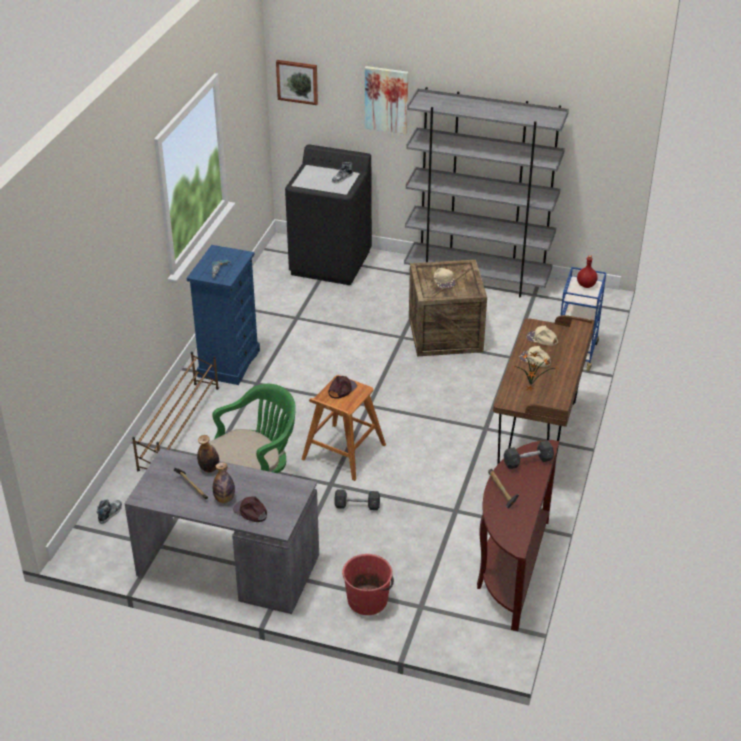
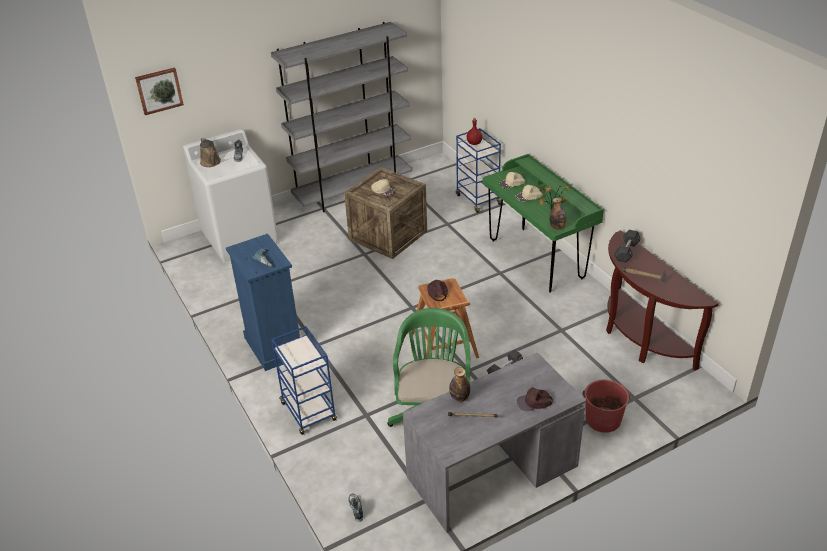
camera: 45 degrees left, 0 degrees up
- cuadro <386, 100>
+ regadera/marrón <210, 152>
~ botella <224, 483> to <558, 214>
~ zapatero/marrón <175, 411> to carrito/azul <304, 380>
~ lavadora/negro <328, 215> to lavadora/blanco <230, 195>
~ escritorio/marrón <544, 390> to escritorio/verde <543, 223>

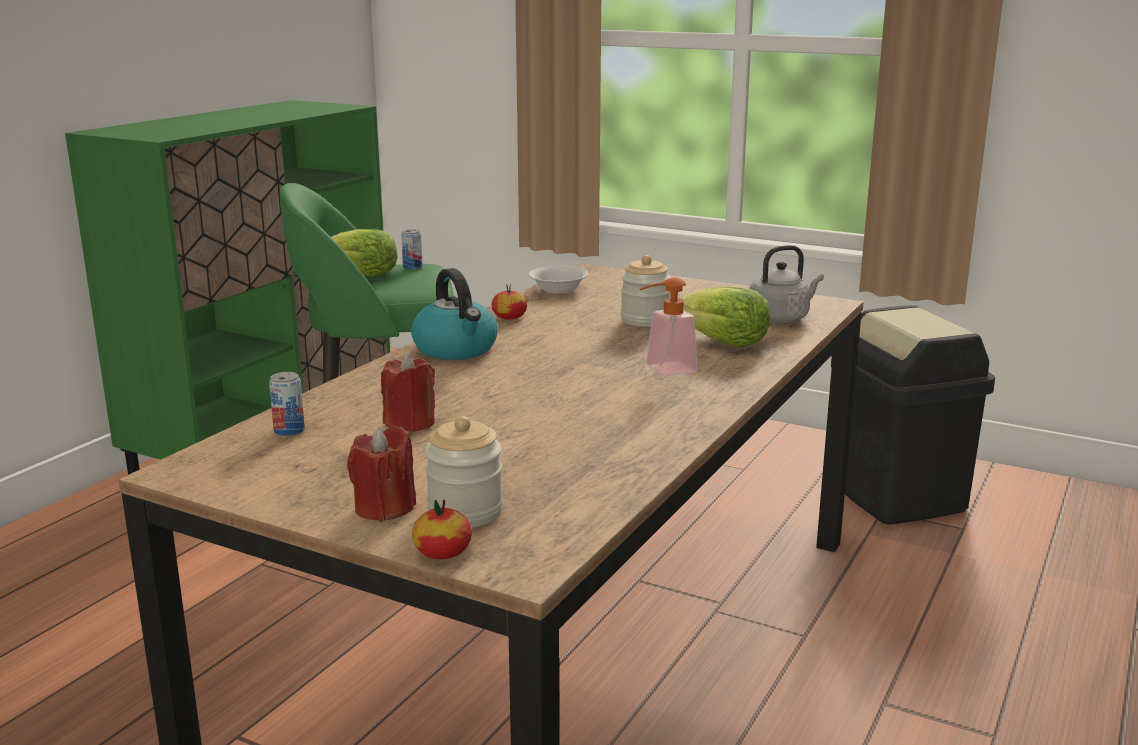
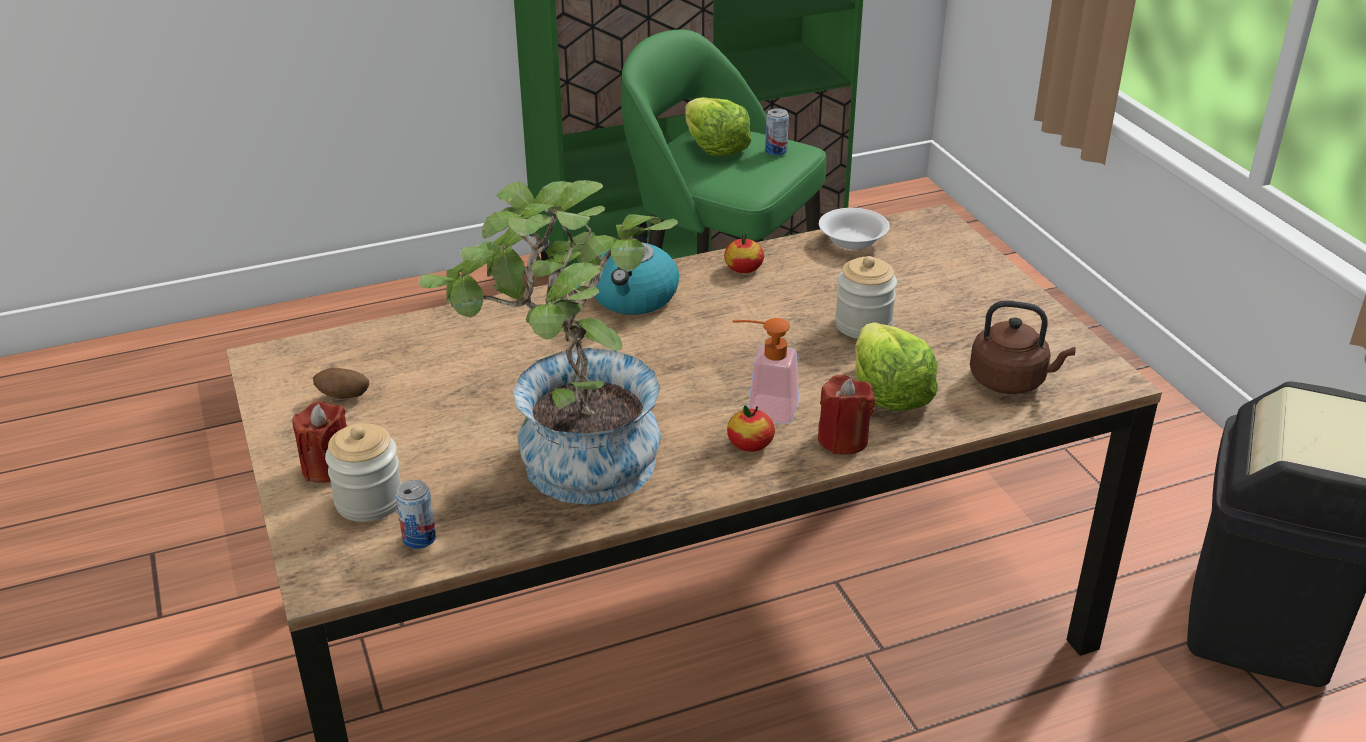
camera: 40 degrees right, 15 degrees up
+ patata <341, 383>
+ planta en maceta <548, 342>
~ lata <287, 404> to <416, 514>
~ vela/rojo <408, 393> to <846, 415>
~ manzana <442, 529> to <751, 428>
~ hervidor/gris <786, 284> to hervidor/marrón <1023, 347>

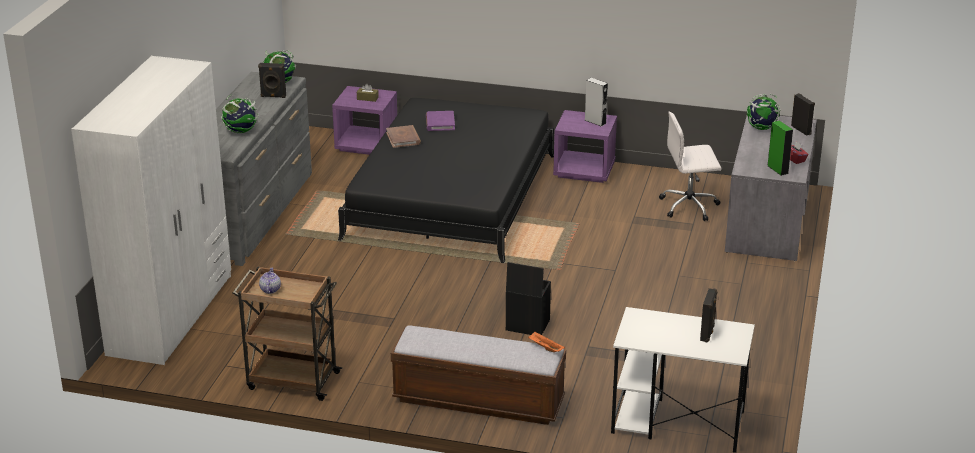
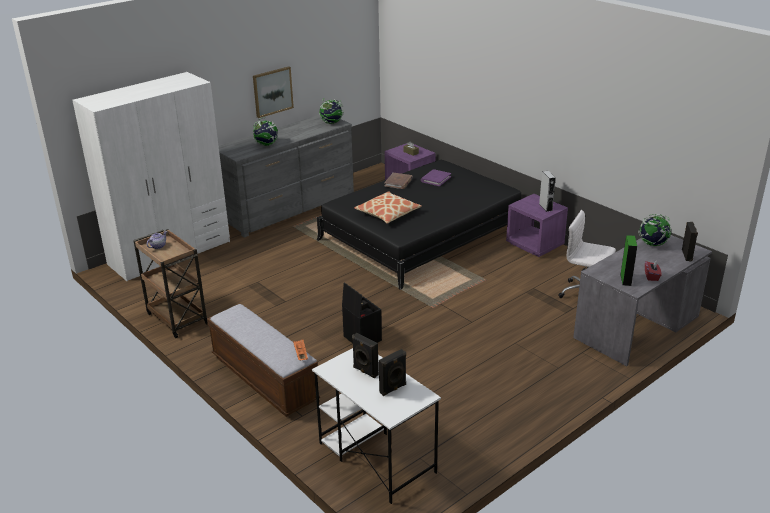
camera: 35 degrees right, 0 degrees up
+ cuadro <273, 92>
+ cojín <388, 207>
~ altavoz/negro <272, 80> to <365, 356>

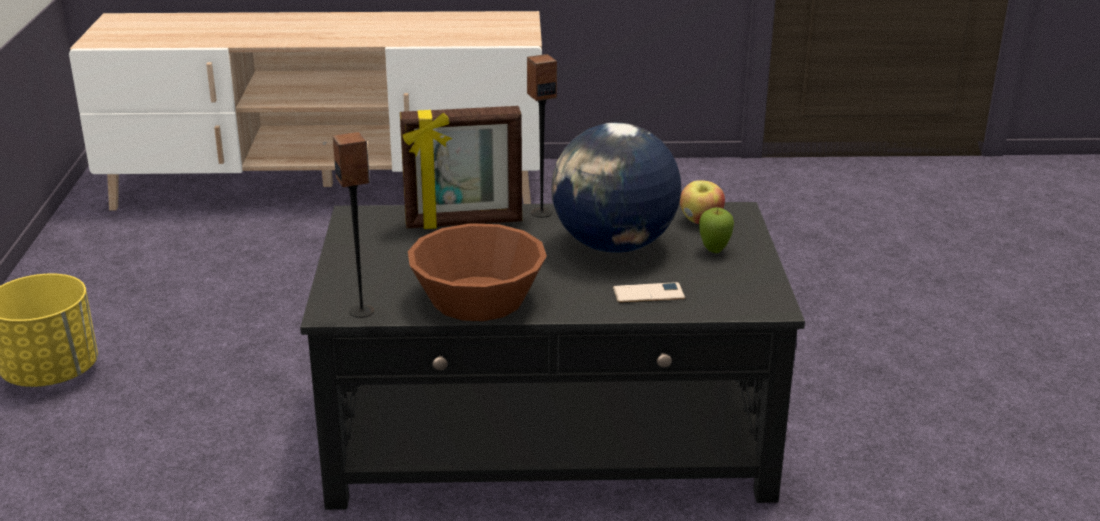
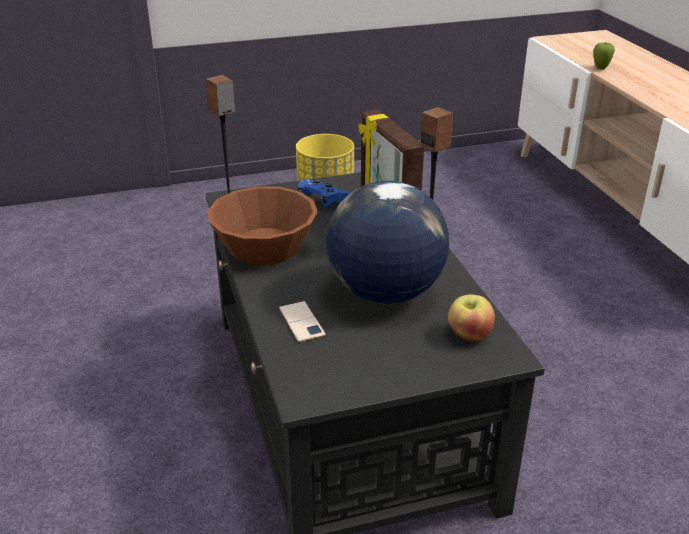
camera: 75 degrees right, 5 degrees up
+ mando de consola/azul <322, 193>
~ manzana <716, 230> to <604, 56>

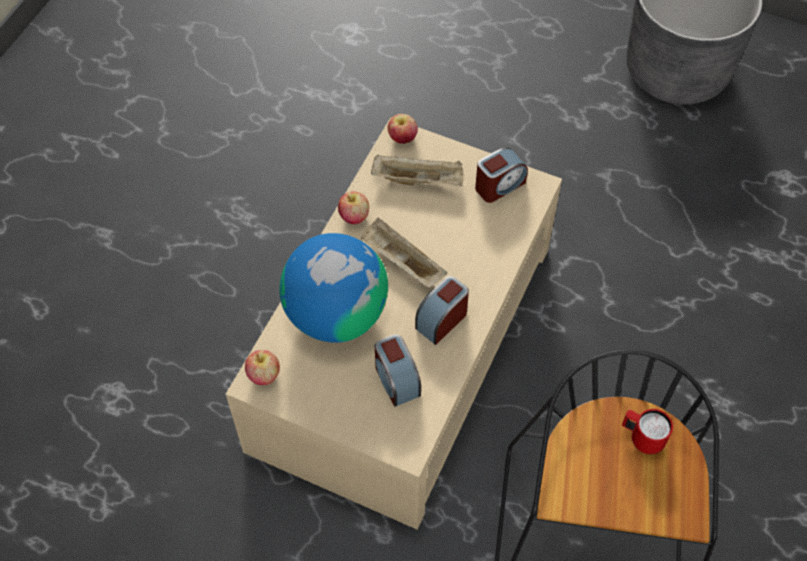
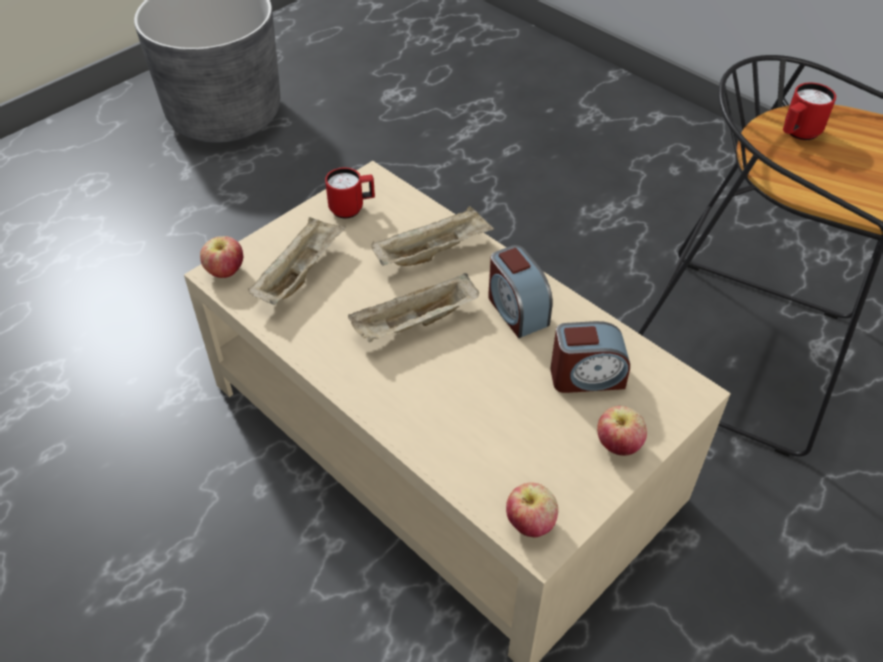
camera: 70 degrees left, 10 degrees down
- globo terráqueo <333, 288>
+ bandeja/beis <432, 236>
~ manzana <353, 207> to <622, 431>
~ despertador <501, 175> to taza grande/rojo <350, 192>

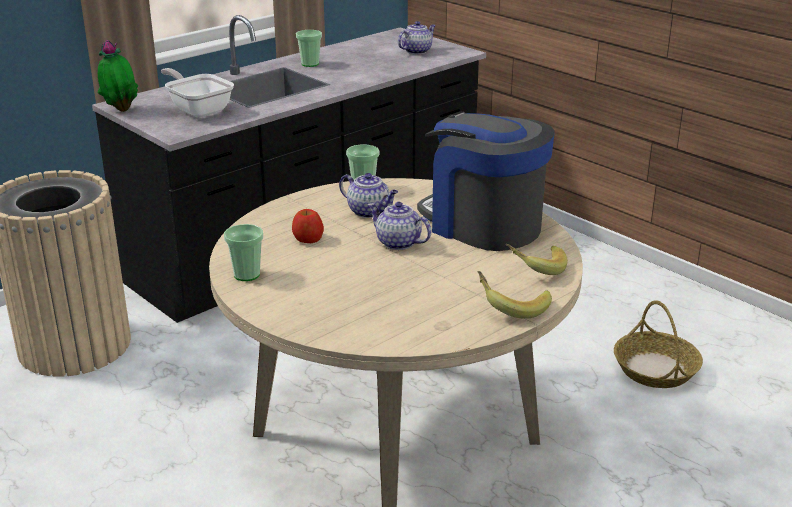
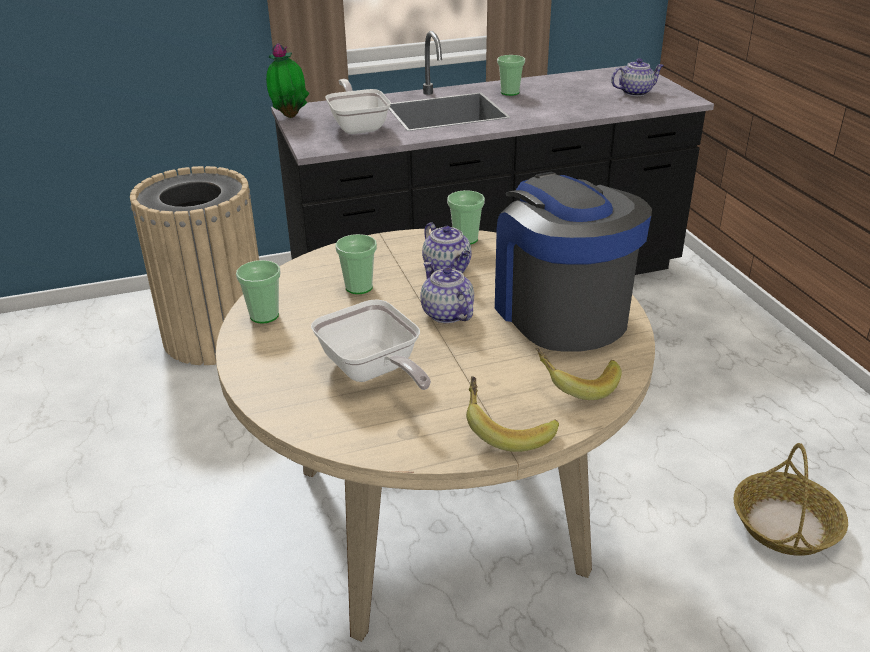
camera: 25 degrees right, 5 degrees up
+ sartén <371, 345>
~ manzana <308, 226> to taza <356, 264>

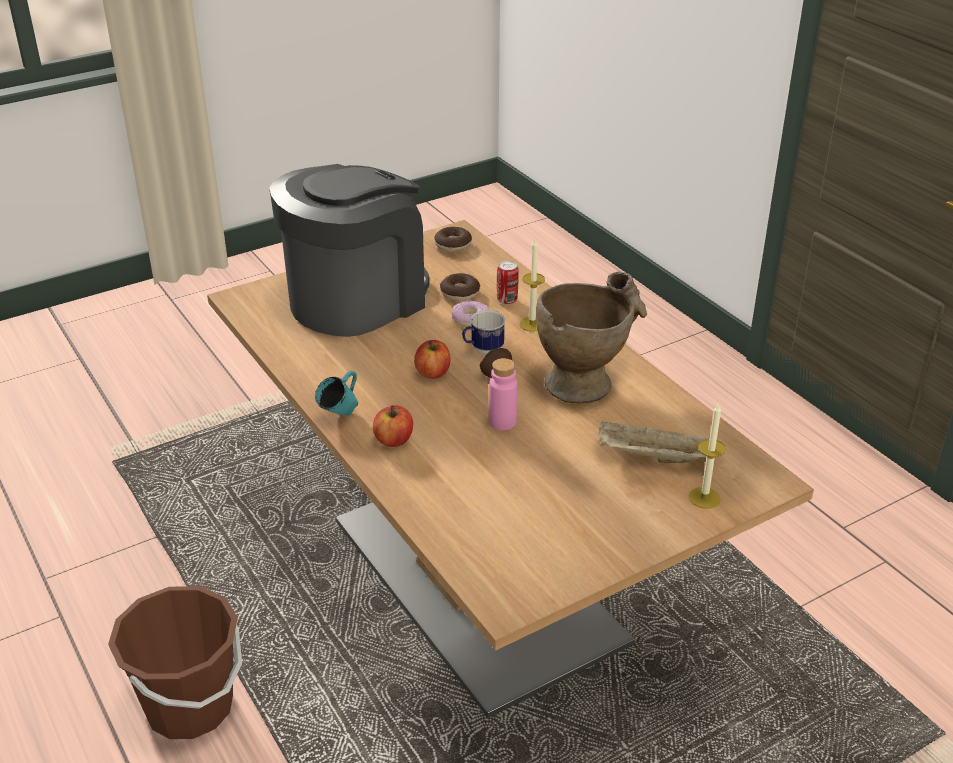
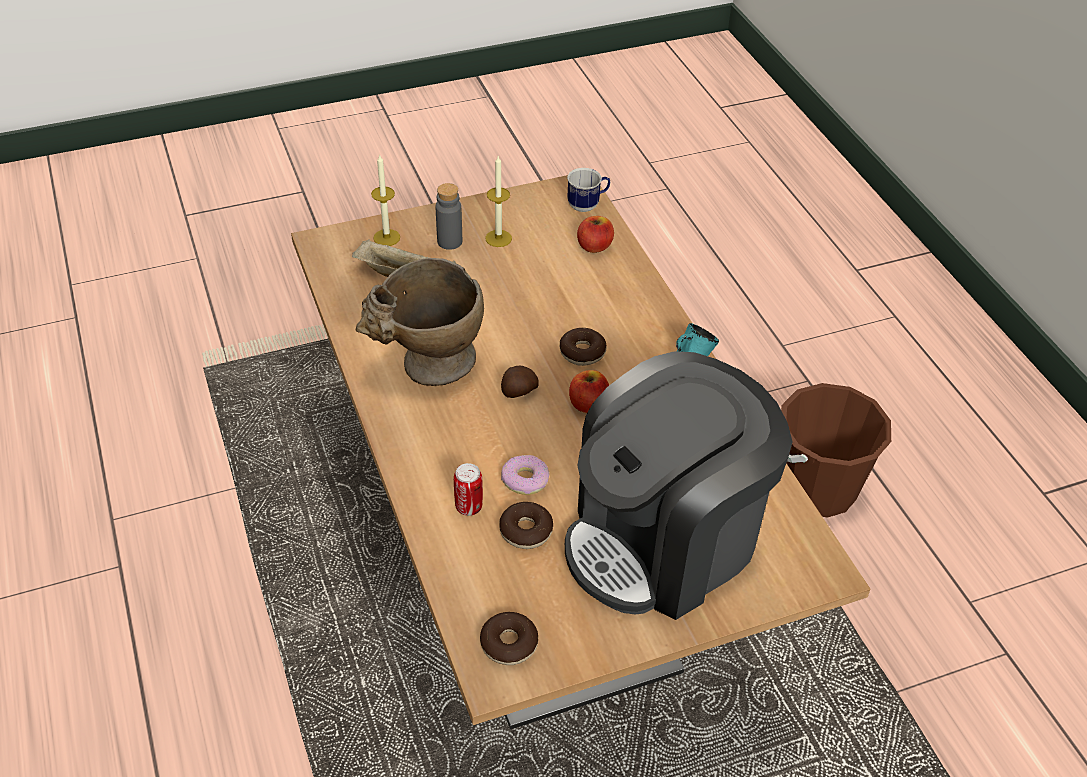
camera: 170 degrees left, 10 degrees up
- botella/rosa <503, 394>
+ botella/gris <449, 216>
+ rosquilla <583, 347>
~ manzana <393, 426> to <595, 234>
~ taza grande <484, 332> to <588, 190>
~ vela <532, 286> to <498, 201>

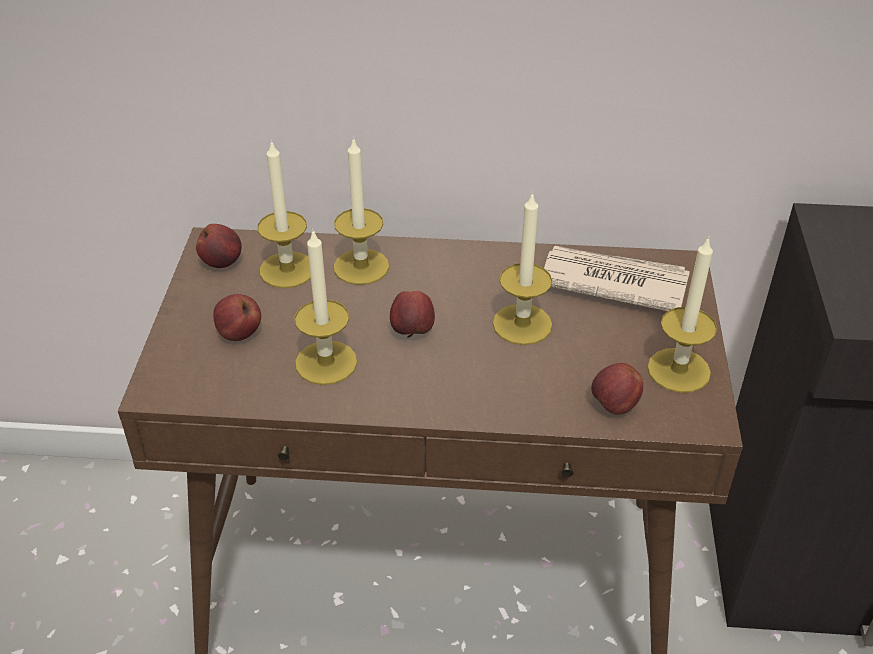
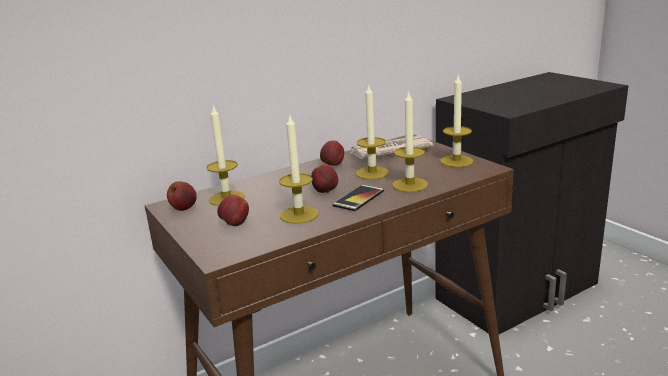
camera: 35 degrees left, 20 degrees down
+ móvil <358, 198>
~ vela <361, 211> to <410, 141>
~ manzana <617, 389> to <332, 153>

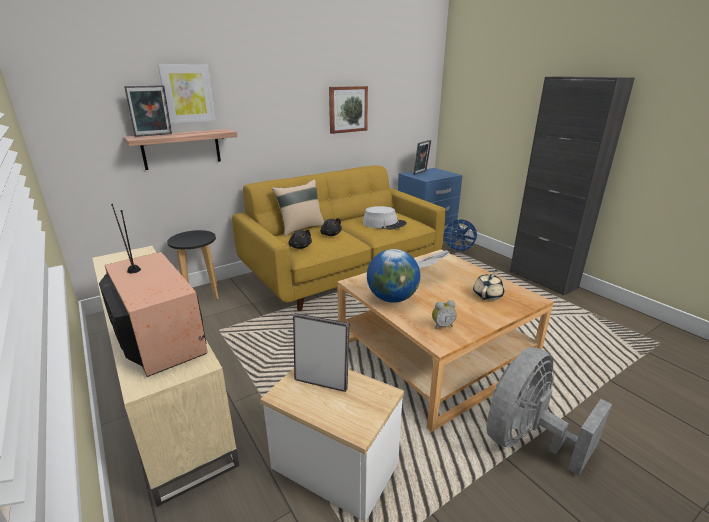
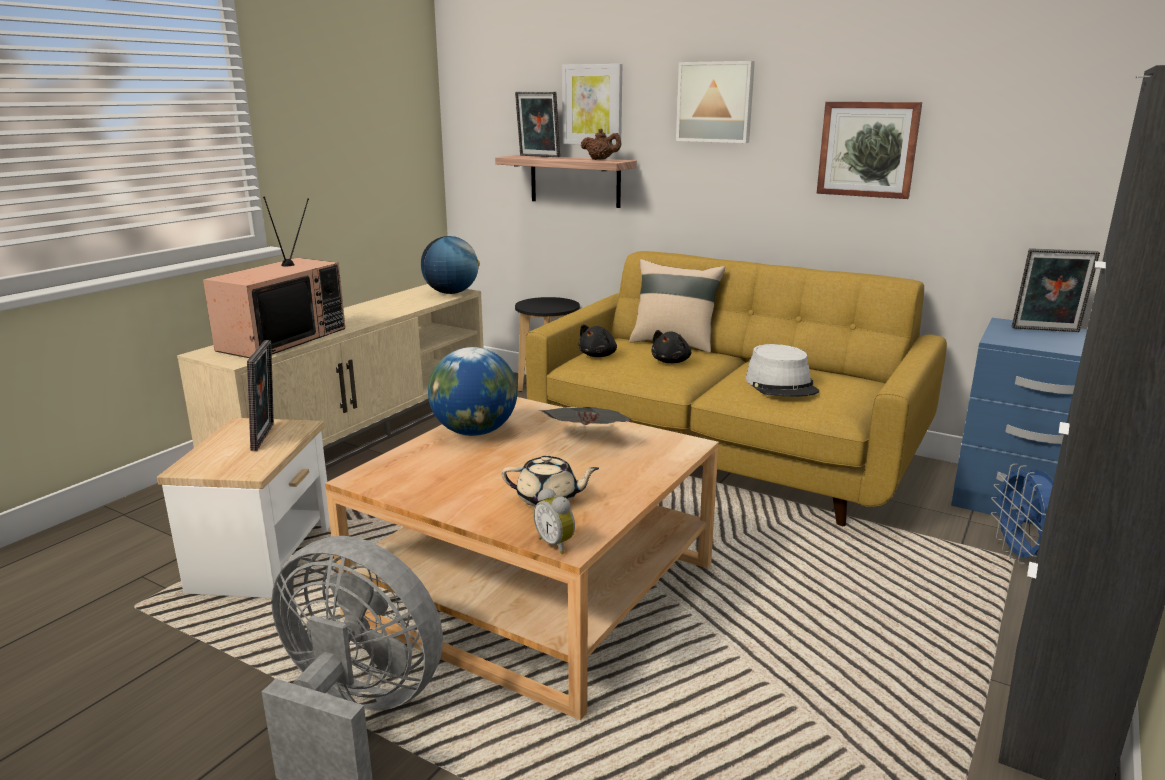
camera: 65 degrees right, 5 degrees down
+ globo terráqueo <450, 265>
+ tetera/marrón <601, 144>
+ cuadro <715, 102>
~ despertador <444, 314> to <554, 521>

